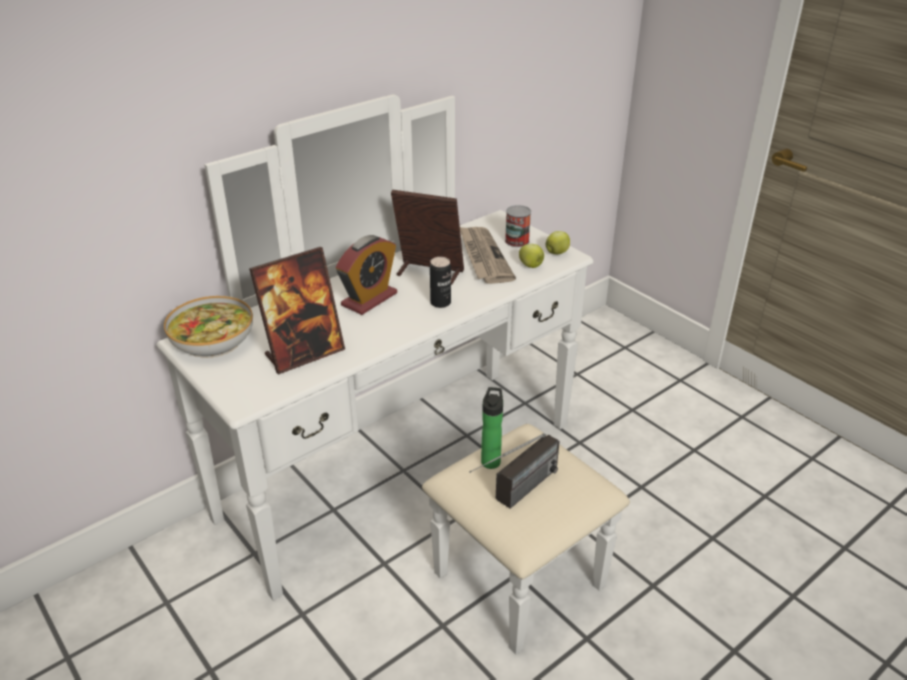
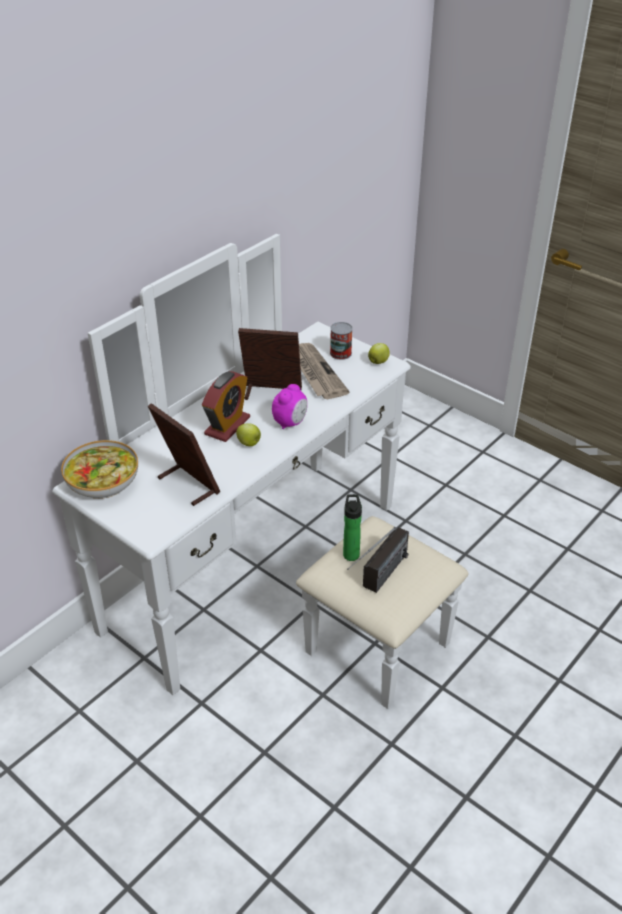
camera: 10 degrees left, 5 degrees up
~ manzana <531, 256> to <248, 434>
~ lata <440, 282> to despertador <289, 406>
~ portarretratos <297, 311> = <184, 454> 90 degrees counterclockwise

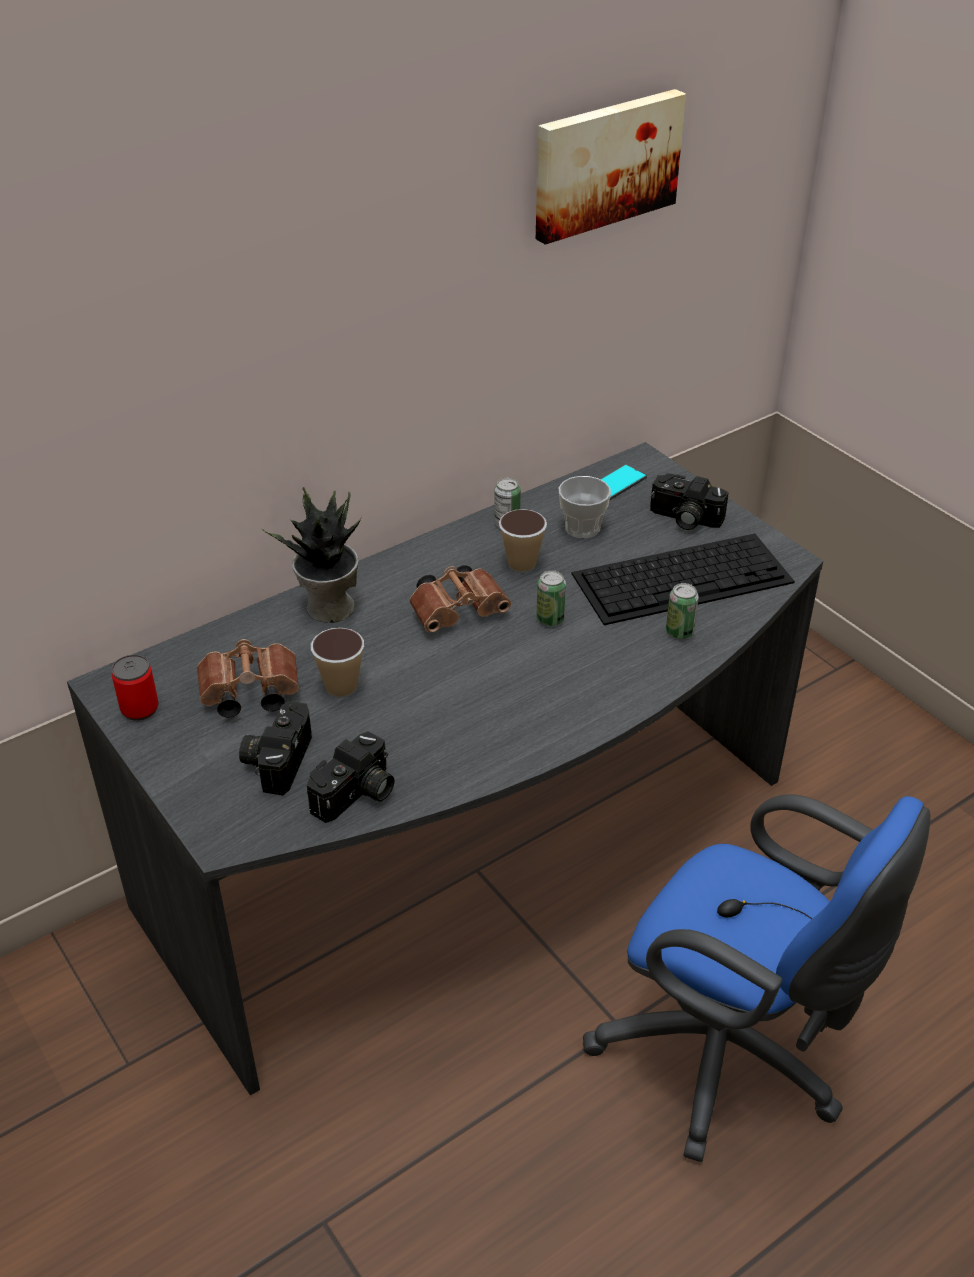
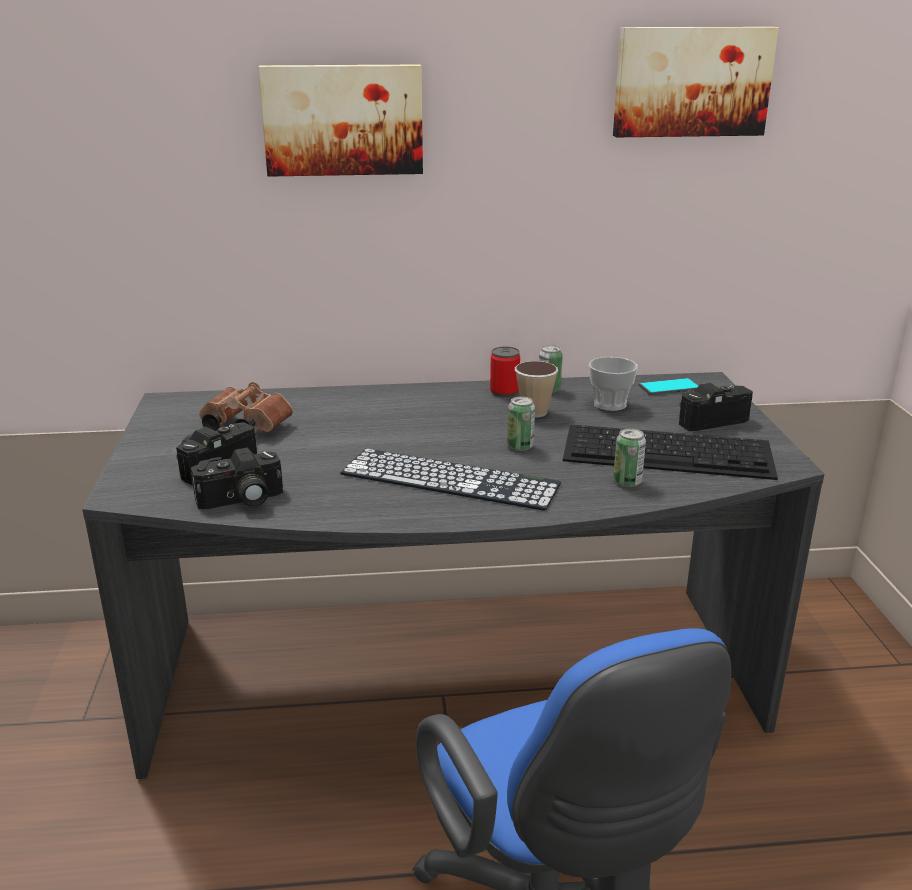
camera: 30 degrees right, 15 degrees down
- planta en maceta <311, 555>
- taza <337, 663>
- prismáticos/marrón <460, 599>
+ cuadro <340, 121>
+ teclado <450, 480>
~ lata <135, 688> to <505, 372>
~ cámara <689, 501> = <716, 407> 105 degrees clockwise

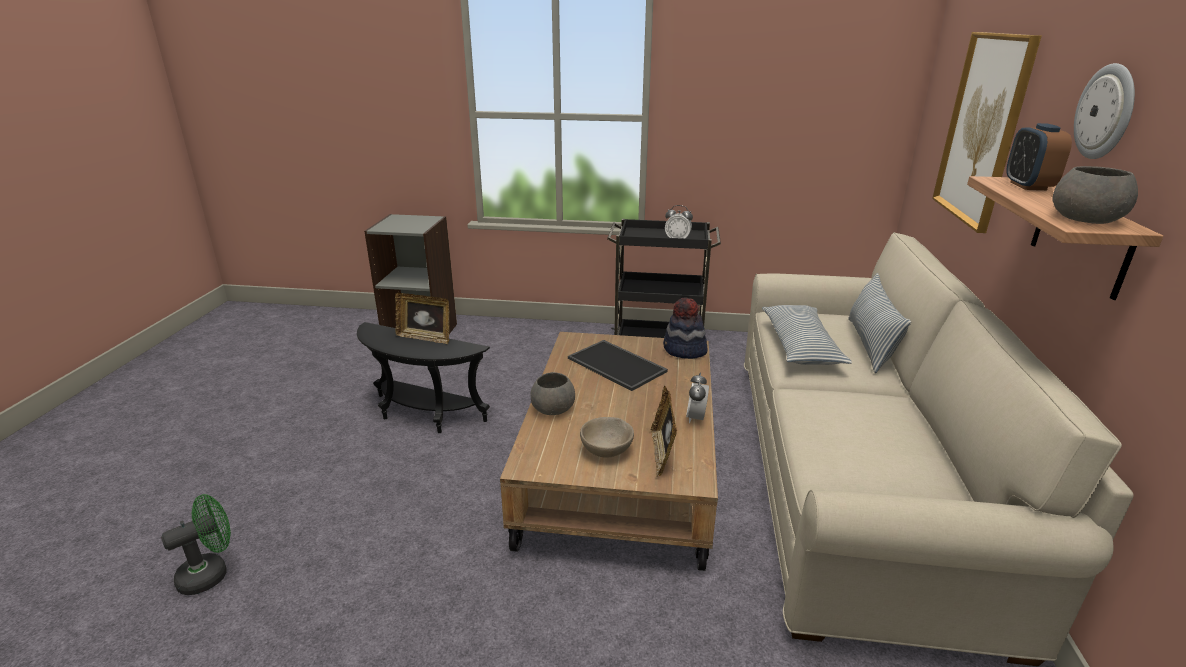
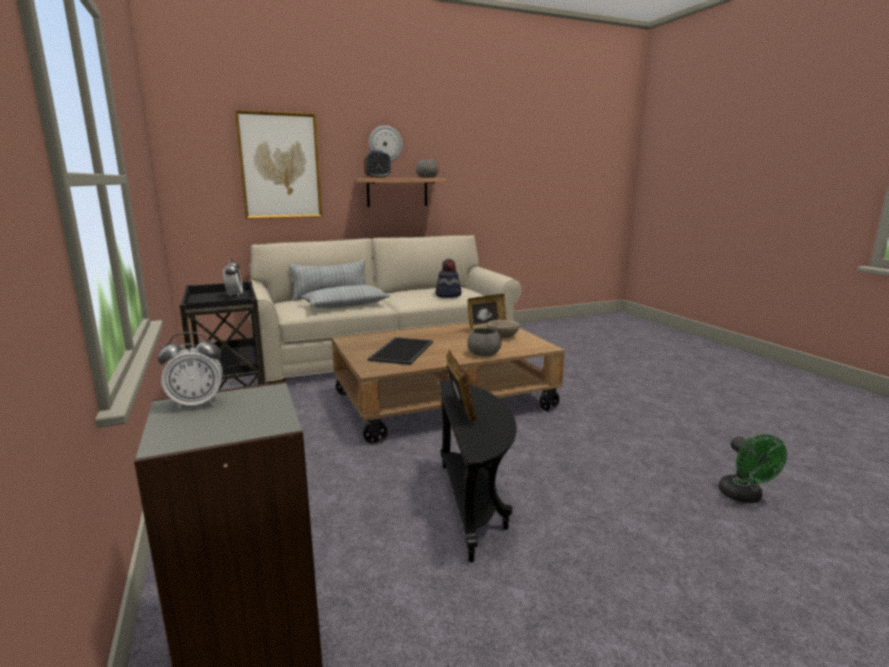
camera: 120 degrees left, 10 degrees down
~ sombrero <685, 328> to <448, 278>
~ despertador <697, 397> to <190, 371>
~ ventilador/verde <196, 544> = <752, 468> 120 degrees counterclockwise

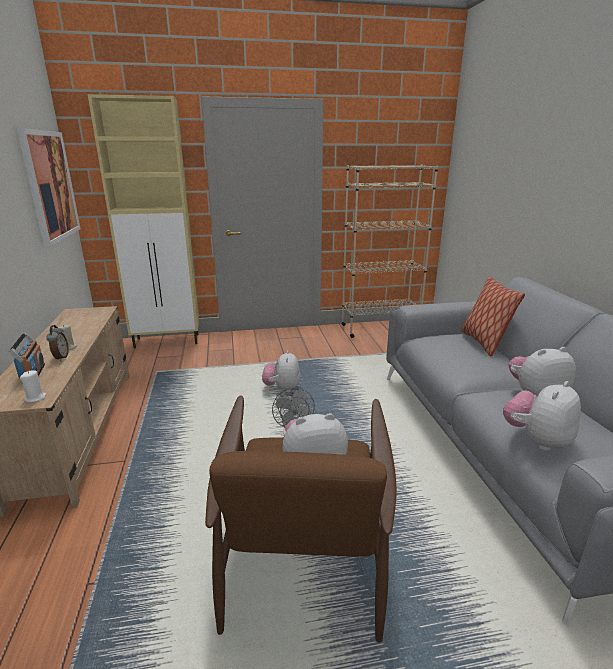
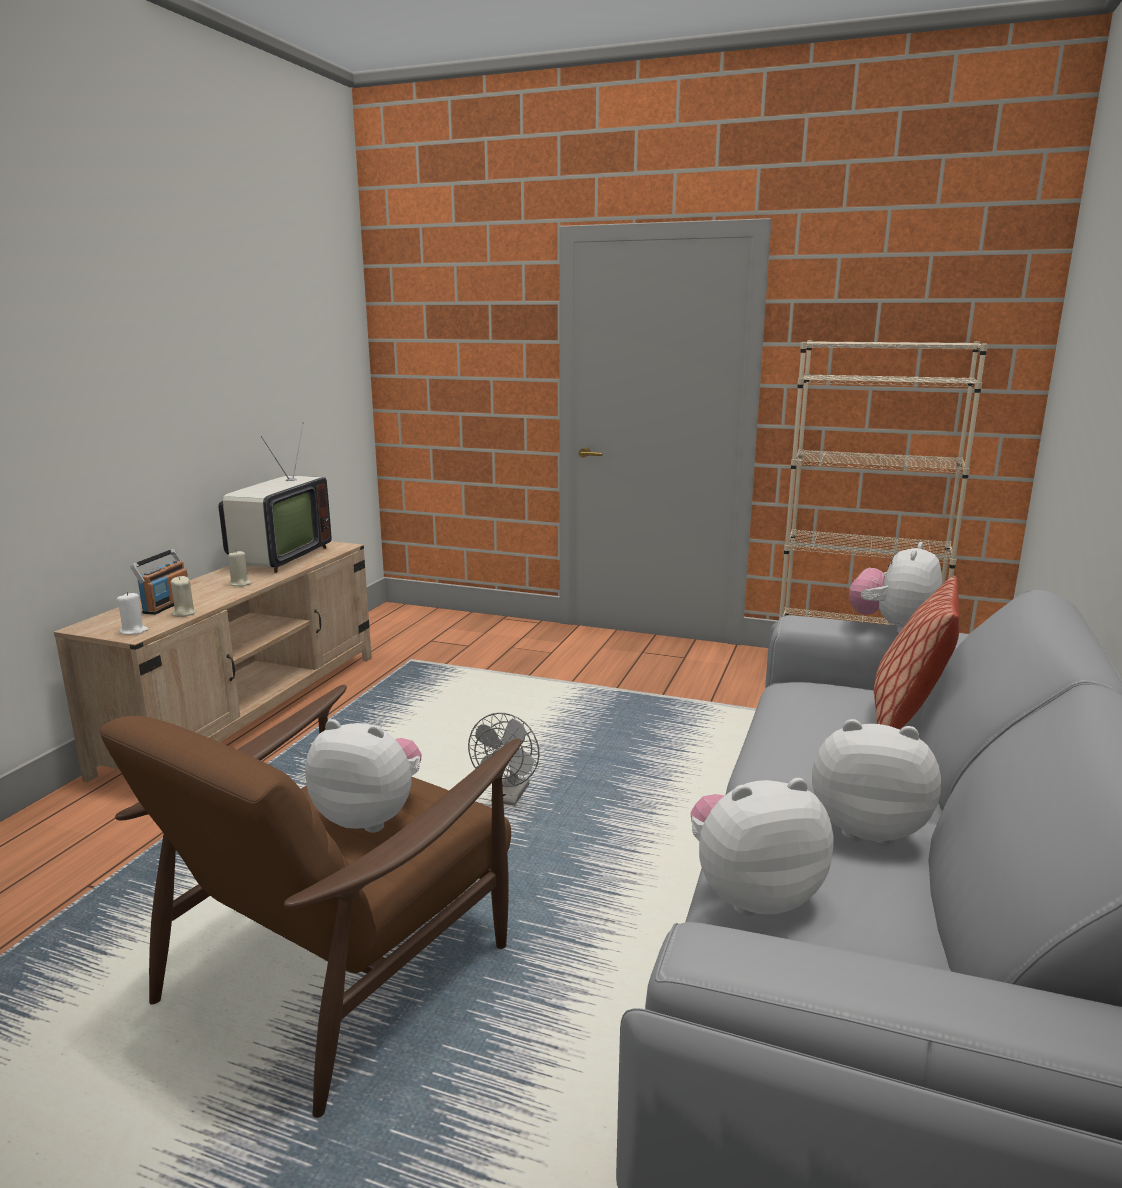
camera: 30 degrees right, 5 degrees down
- cuadro <49, 187>
- despertador <57, 343>
- armario/beis <143, 221>
+ vela/beis <183, 596>
+ televisor <274, 497>
~ peluche <281, 371> to <895, 588>

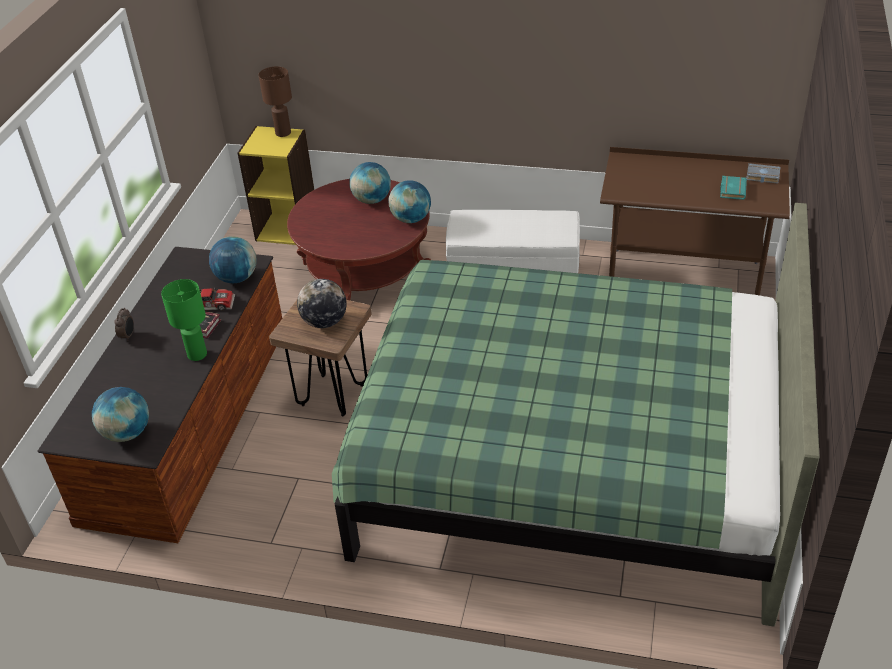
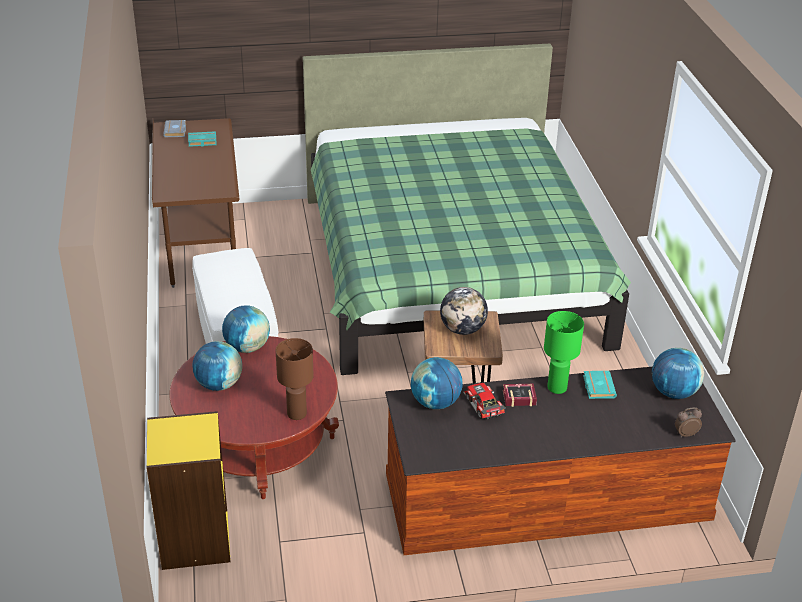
camera: 115 degrees left, 5 degrees down
+ libro/turquesa <600, 385>
~ despertador <124, 324> to <688, 422>
~ lámpara de mesa/marrón <275, 101> to <295, 379>

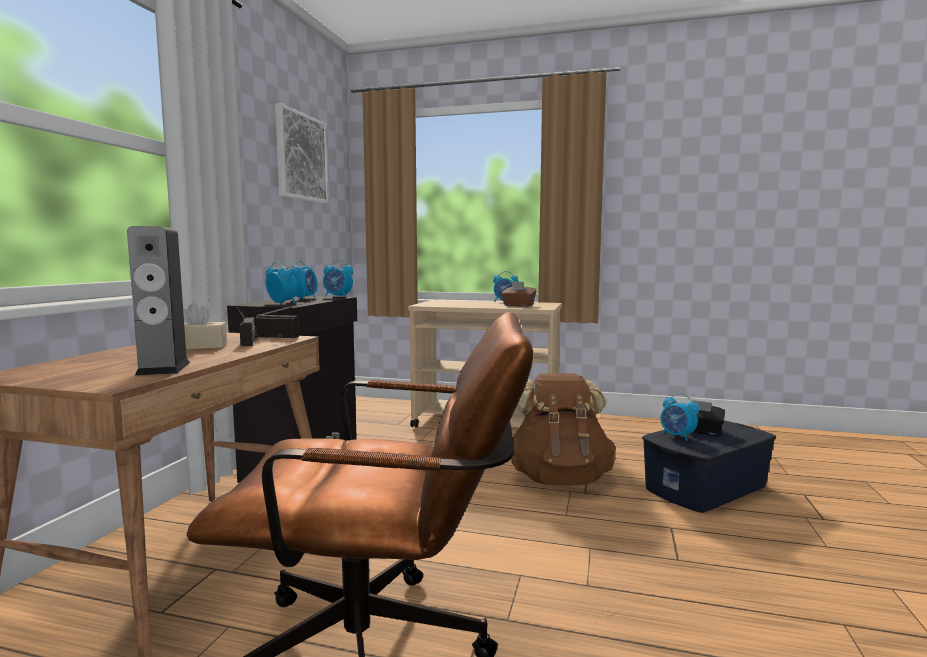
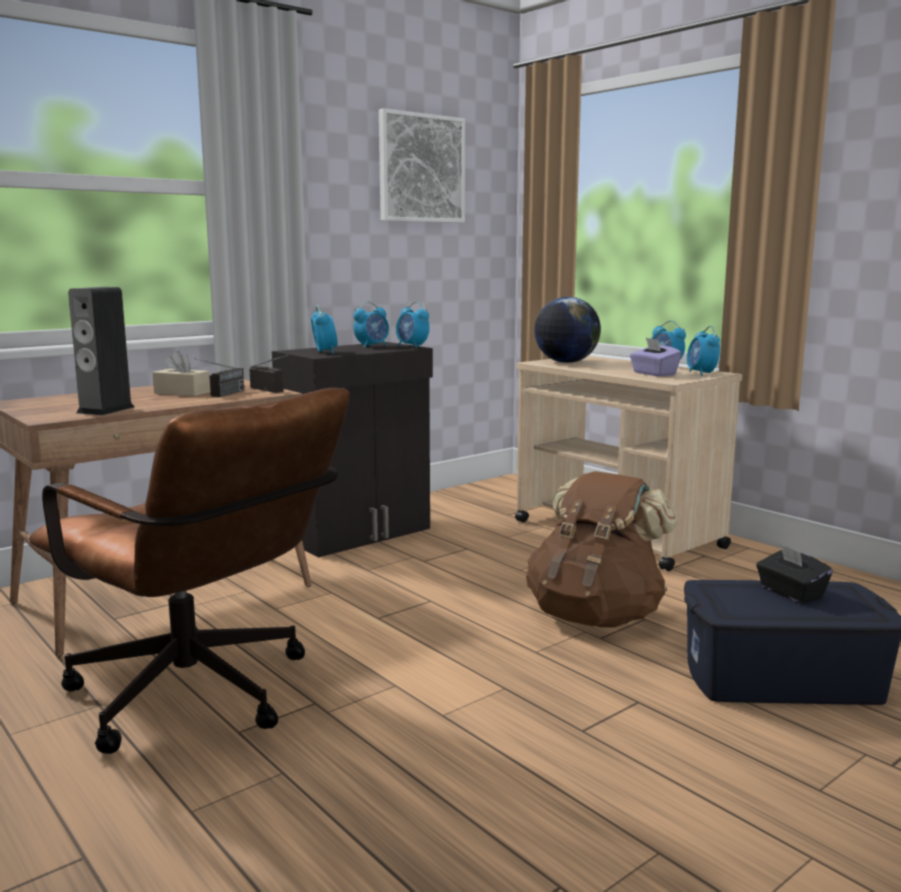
camera: 35 degrees right, 5 degrees up
+ globo terráqueo <567, 330>
~ despertador <680, 417> to <703, 351>
~ caja de pañuelos/marrón <519, 294> to caja de pañuelos/morado <656, 357>

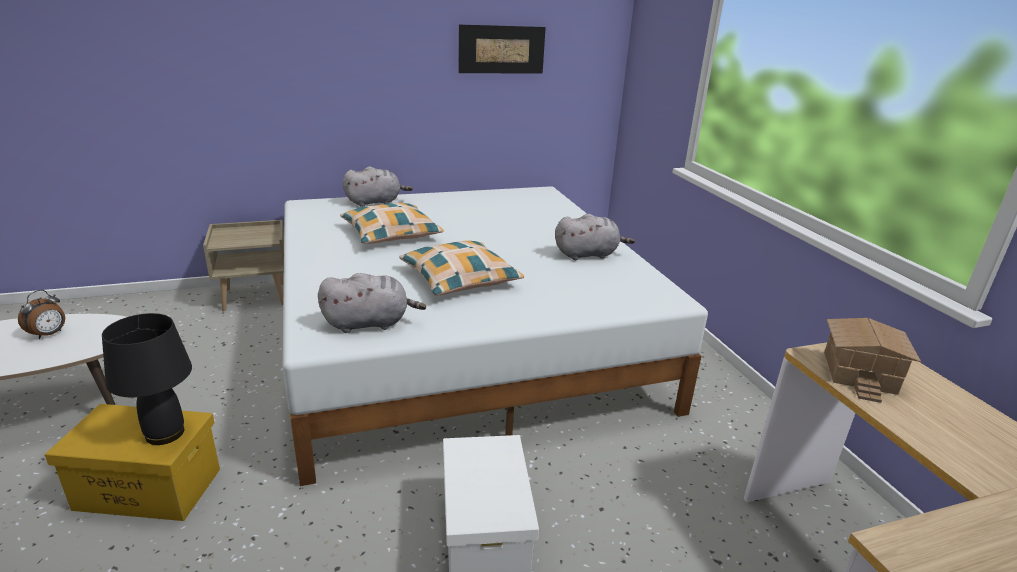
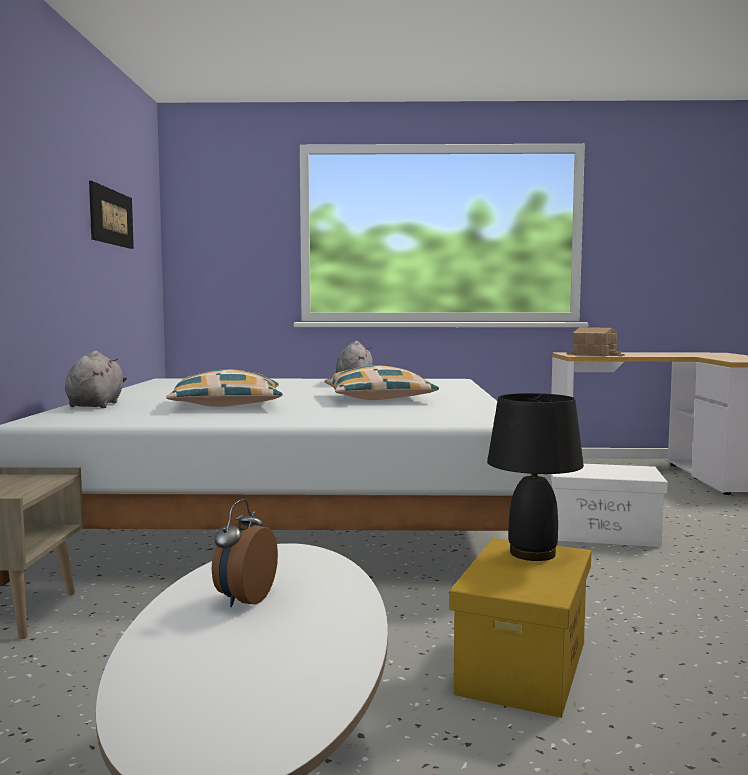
camera: 70 degrees left, 20 degrees down
- peluche/gris <372, 303>
~ despertador <41, 314> = <245, 553> 120 degrees counterclockwise

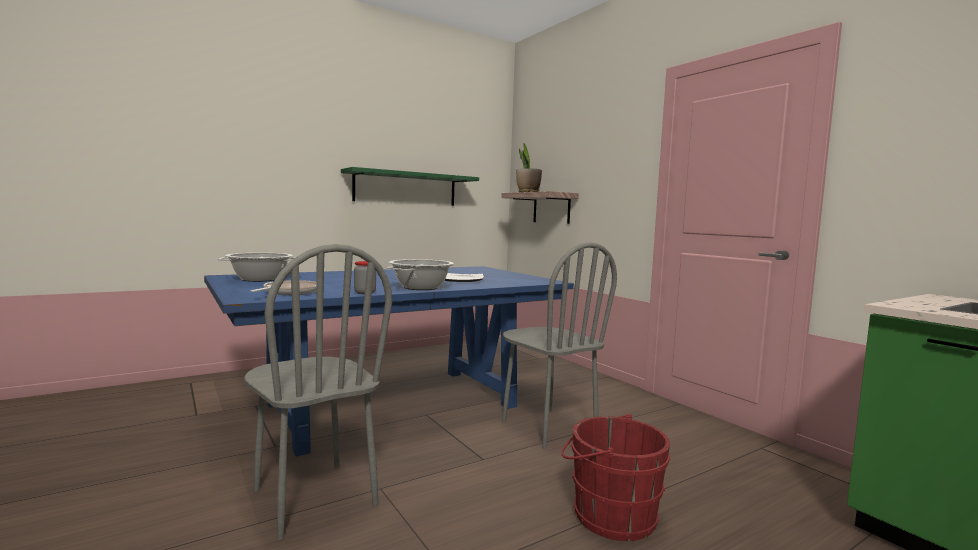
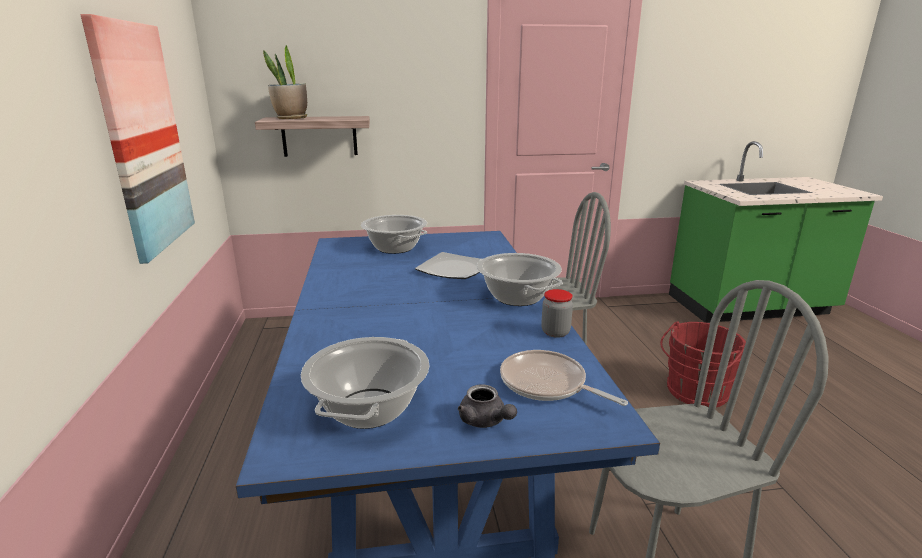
camera: 65 degrees left, 15 degrees up
+ olla <394, 234>
+ tetera/gris <487, 406>
~ estante/verde <410, 186> to cuadro <138, 139>

